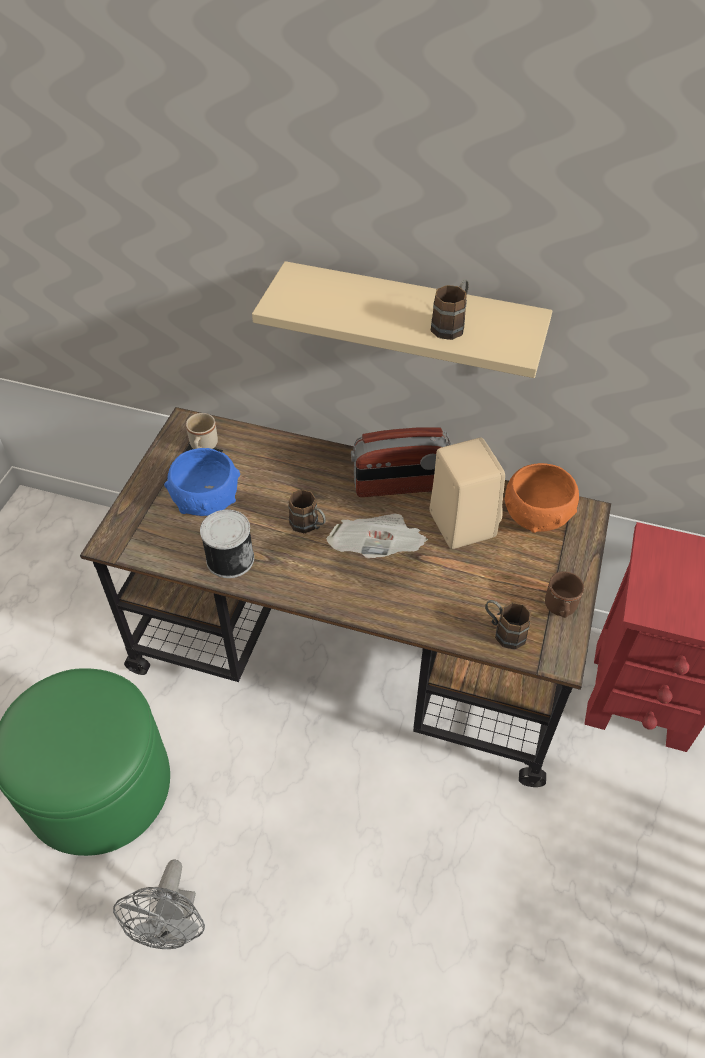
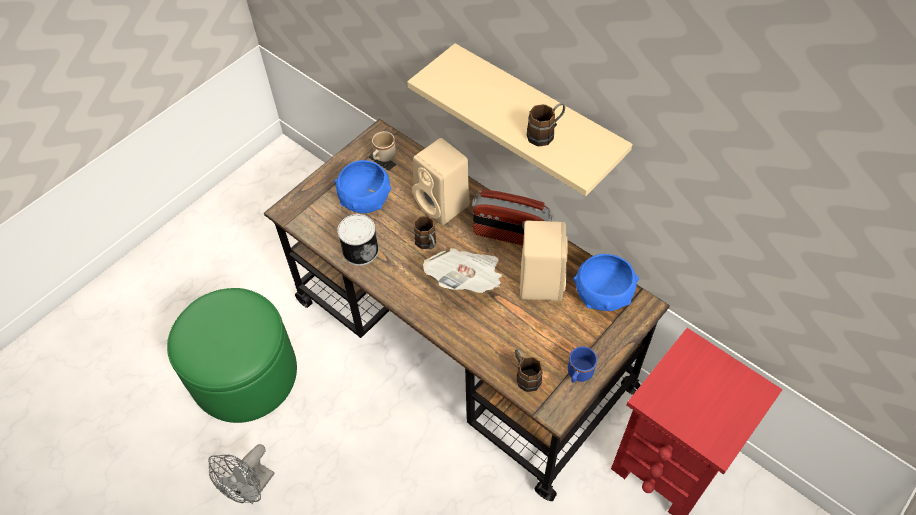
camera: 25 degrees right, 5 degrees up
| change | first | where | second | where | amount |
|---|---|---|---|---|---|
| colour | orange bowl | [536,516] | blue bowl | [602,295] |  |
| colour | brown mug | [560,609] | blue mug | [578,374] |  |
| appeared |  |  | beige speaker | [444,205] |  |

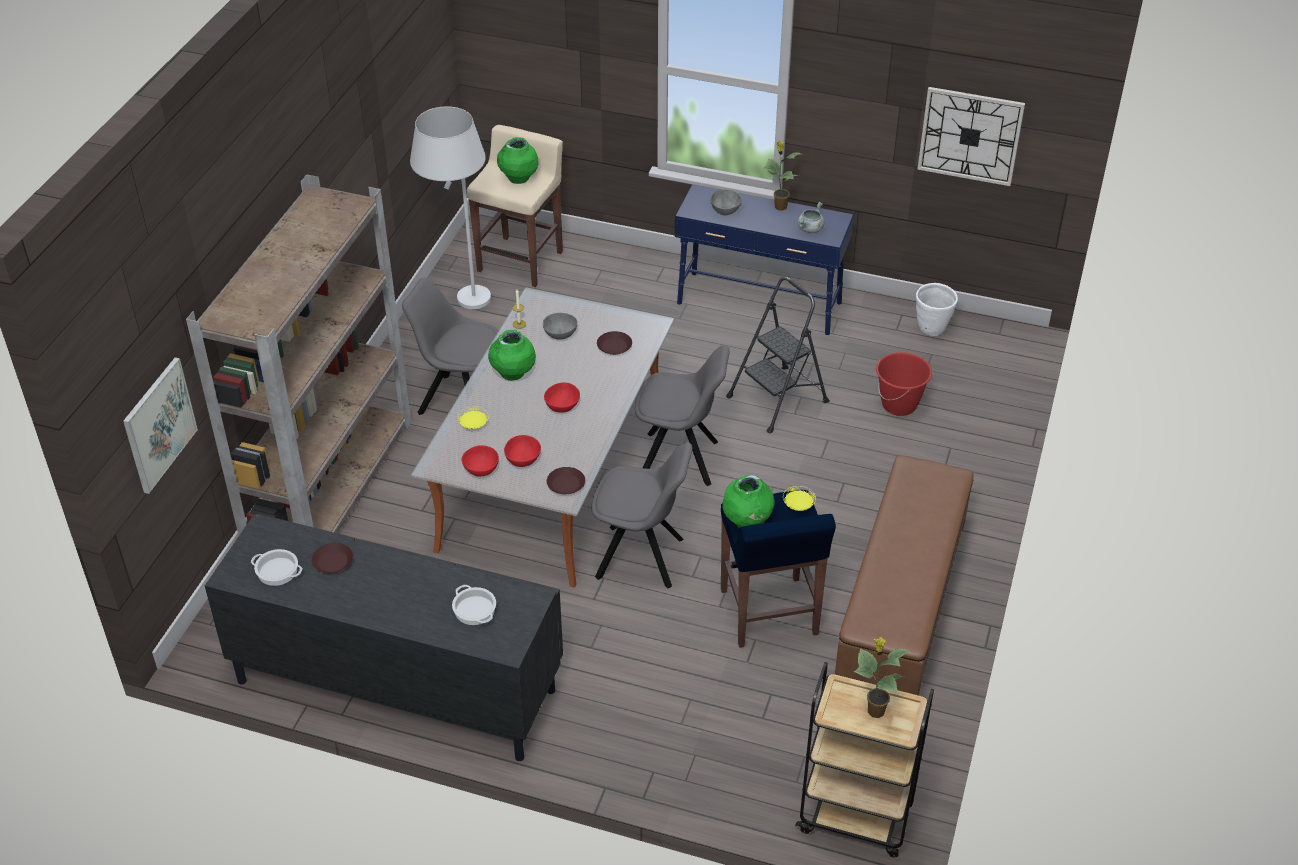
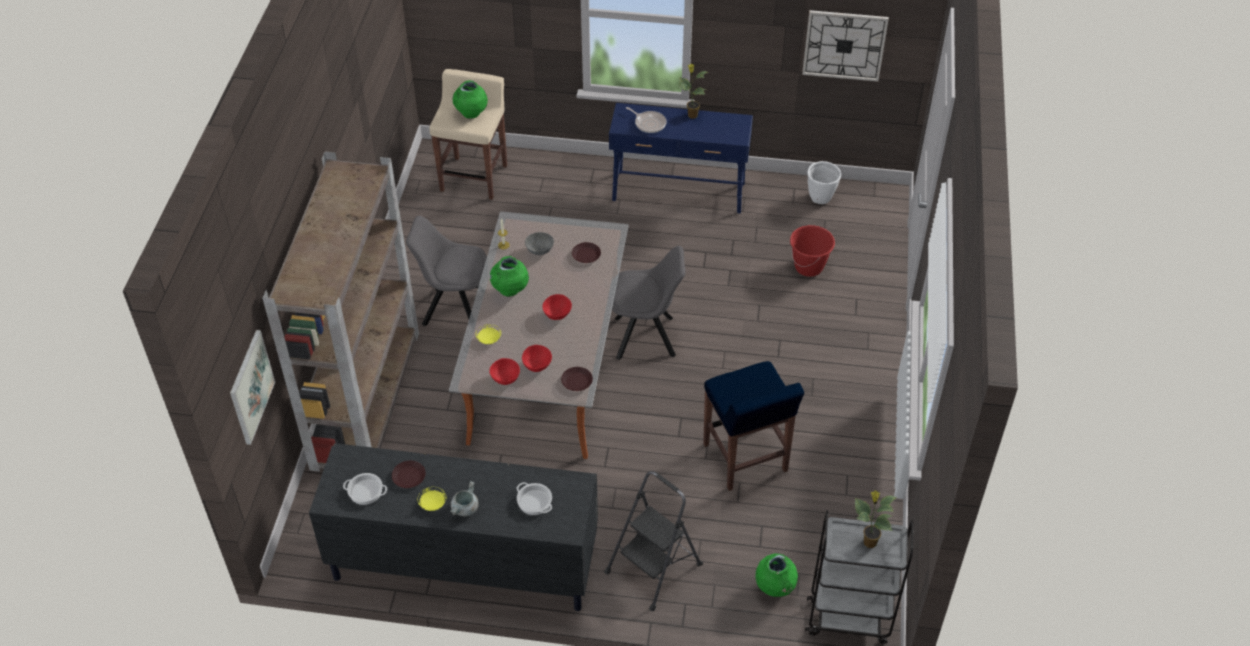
camera: 10 degrees left, 5 degrees up
| change | first | where | second | where | amount |
|---|---|---|---|---|---|
| missing | white floor lamp | [462,308] |  |  |  |
| exchanged | grey bowl | [725,210] | frying pan | [649,123] |  |
| relocated | grey cooking pot | [810,229] |  | [465,509] |  |
| relocated | black step ladder | [780,397] |  | [655,565] |  |
| missing | grey chair | [641,558] |  |  |  |
| missing | brown bench | [902,601] |  |  |  |
| relocated | green vase | [747,523] |  | [775,588] |  |
| relocated | yellow plate | [798,505] |  | [433,504] |  |
| colour | brown cart | [852,825] | grey cart | [847,623] |  |

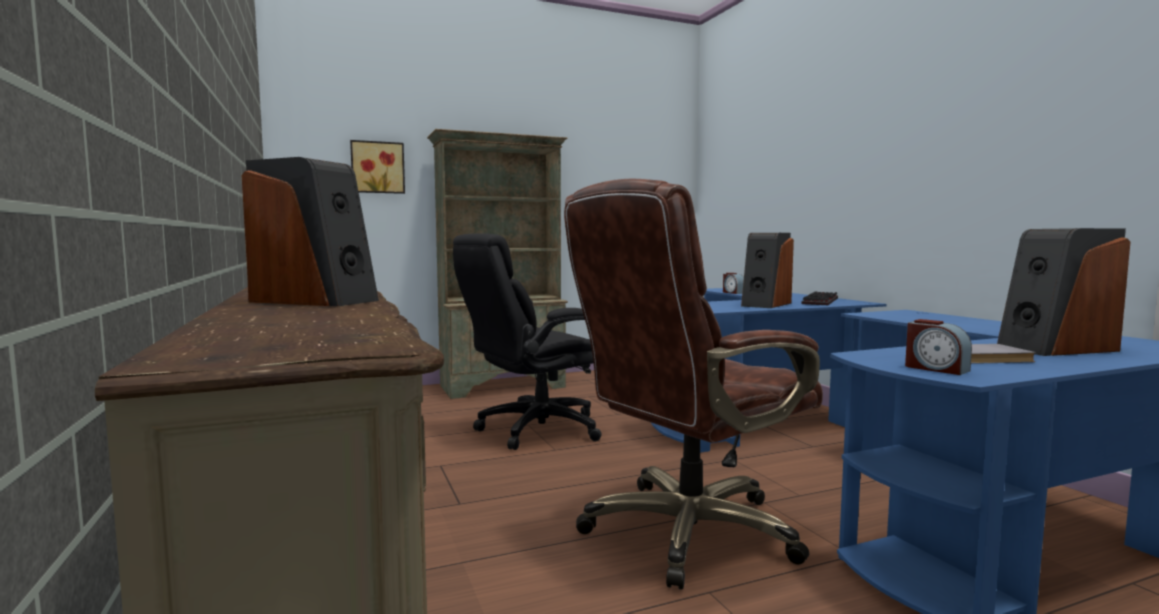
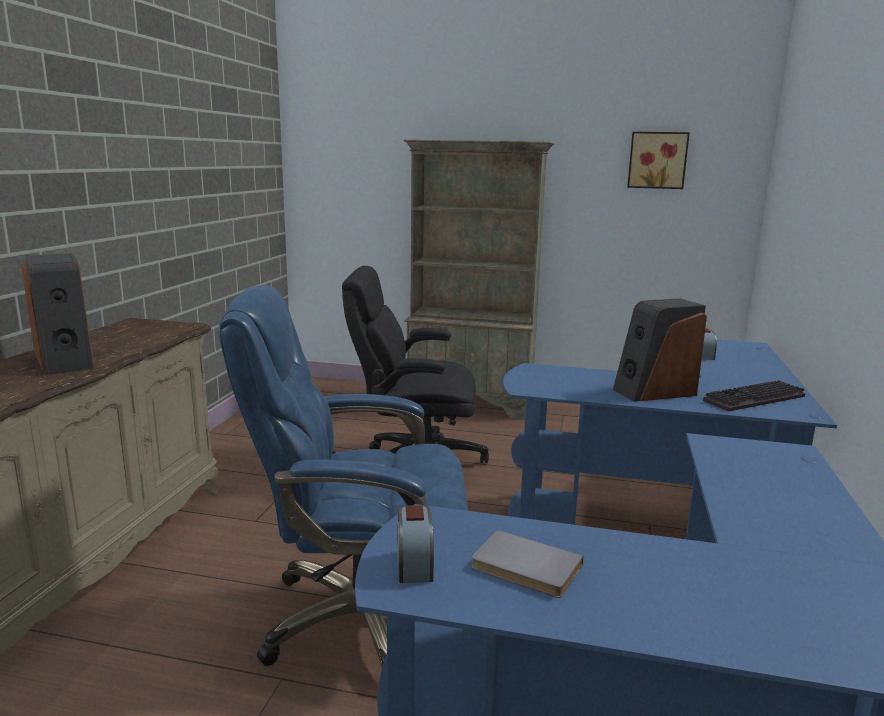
camera: 35 degrees right, 10 degrees up
| change | first | where | second | where | amount |
|---|---|---|---|---|---|
| relocated | picture | [377,167] |  | [657,160] |  |
| colour | brown office chair | [689,530] | blue office chair | [363,618] |  |
| missing | speaker | [1055,349] |  |  |  |

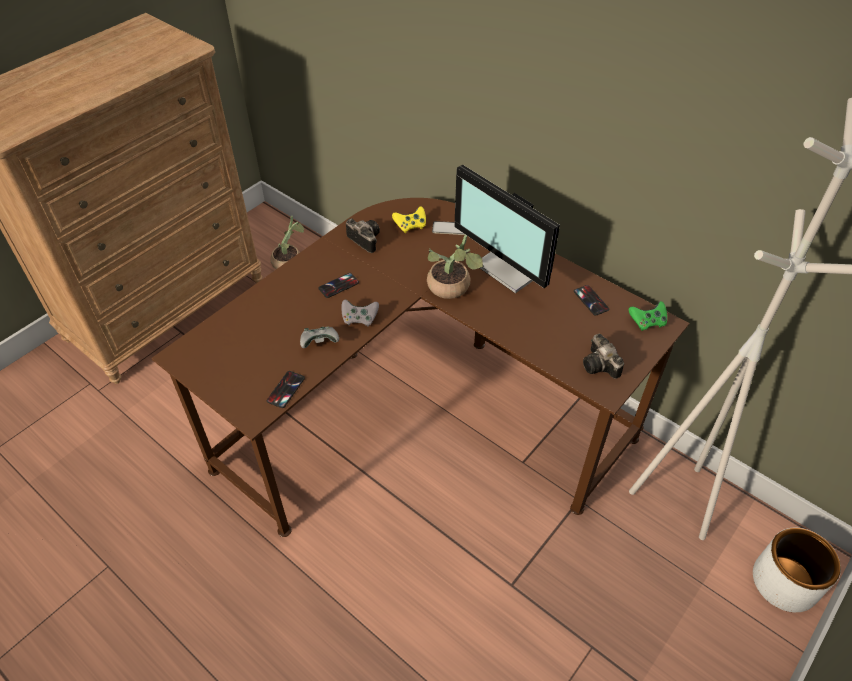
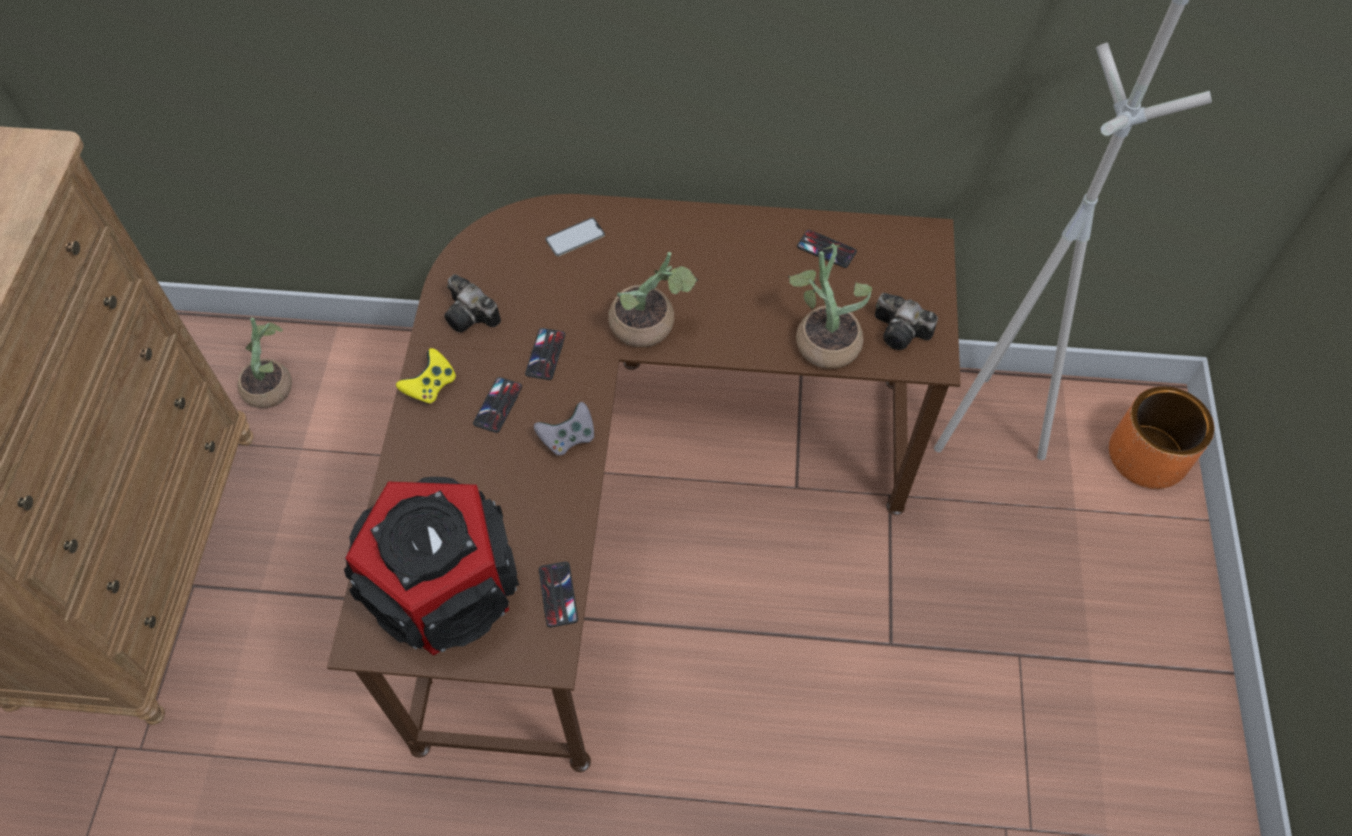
camera: 35 degrees left, 10 degrees up
| change | first | where | second | where | amount |
|---|---|---|---|---|---|
| missing | monitor | [512,268] |  |  |  |
| relocated | yellow game controller | [410,226] |  | [431,386] |  |
| spun | photo camera | [364,239] |  | [472,316] | 150 degrees counterclockwise |
| missing | green game controller | [647,322] |  |  |  |
| missing | grey game controller | [320,343] |  |  |  |
| colour | white planter | [783,582] | orange planter | [1146,456] |  |
| appeared |  |  | potted plant | [823,339] |  |
| appeared |  |  | phone | [545,354] |  |
| appeared |  |  | speaker | [445,586] |  |

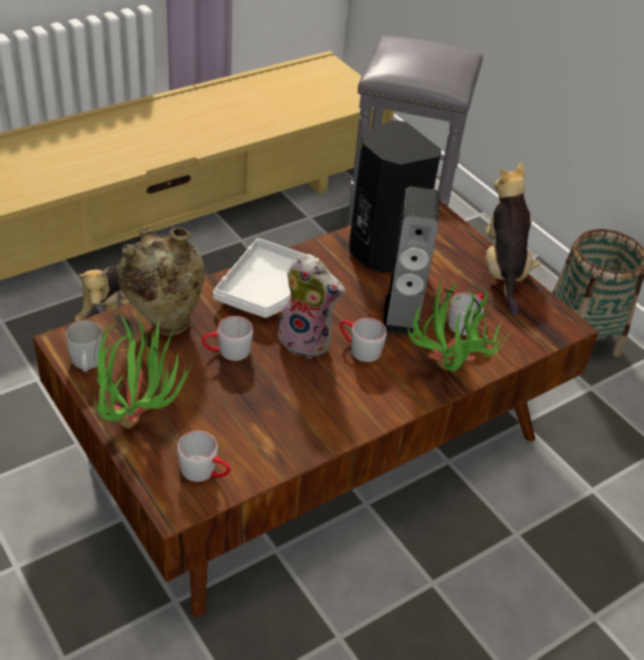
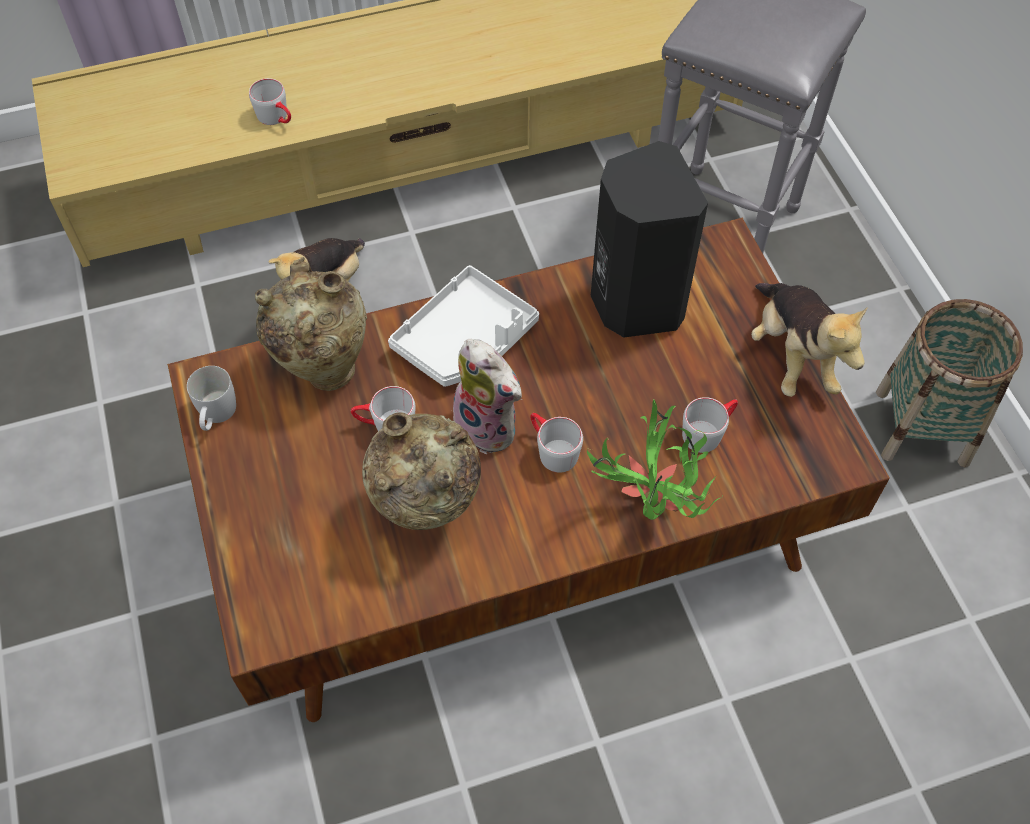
camera: 20 degrees right, 15 degrees up
| change | first | where | second | where | amount |
|---|---|---|---|---|---|
| spun | plush toy | [503,270] |  | [792,356] | 150 degrees clockwise |
| missing | speaker | [402,315] |  |  |  |
| missing | potted plant | [140,416] |  |  |  |
| relocated | grey mug | [205,472] |  | [277,118] |  |
| appeared |  |  | beige vase | [428,513] |  |

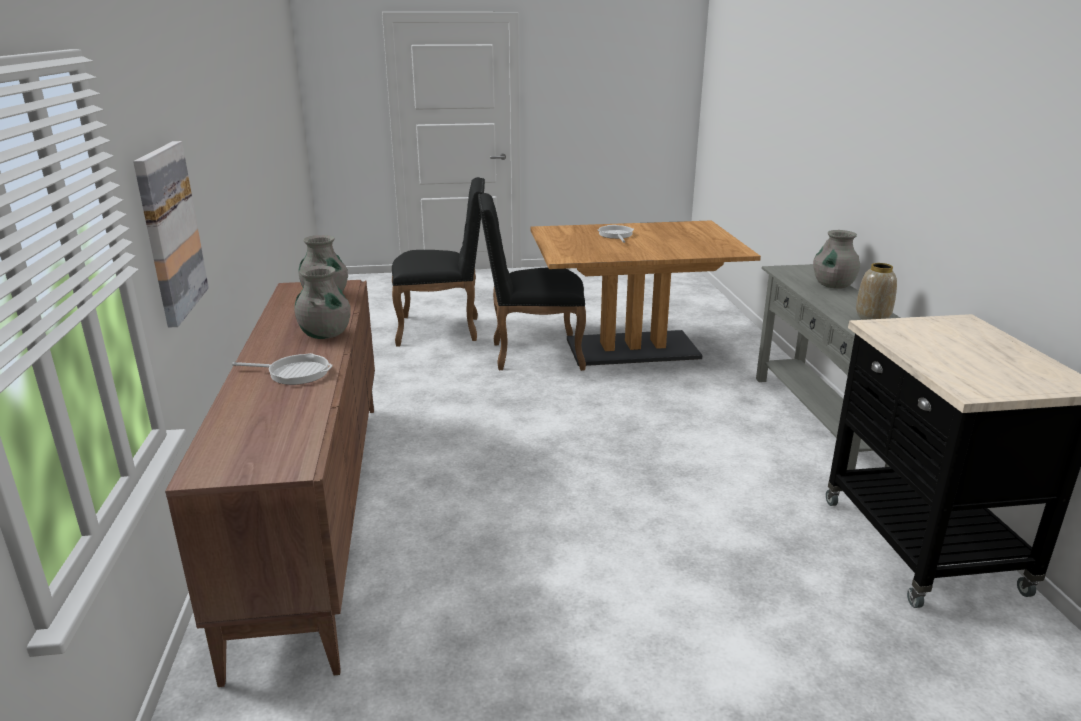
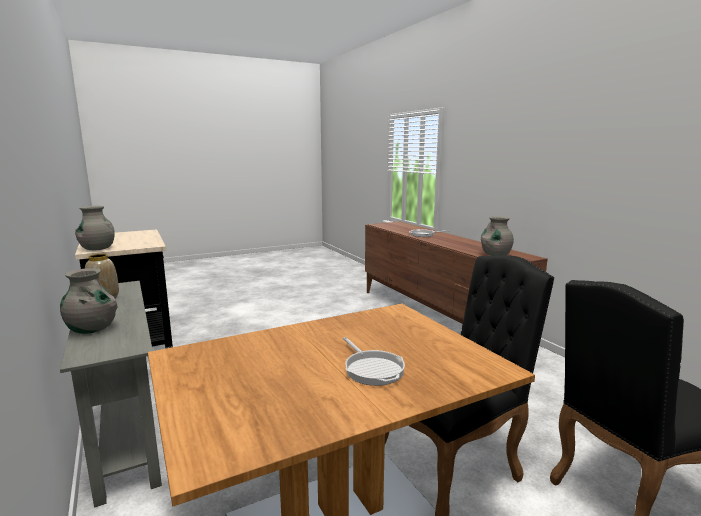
camera: 160 degrees right, 10 degrees down
| change | first | where | second | where | amount |
|---|---|---|---|---|---|
| missing | picture | [170,231] |  |  |  |
| relocated | grey vase | [325,334] |  | [97,249] |  |

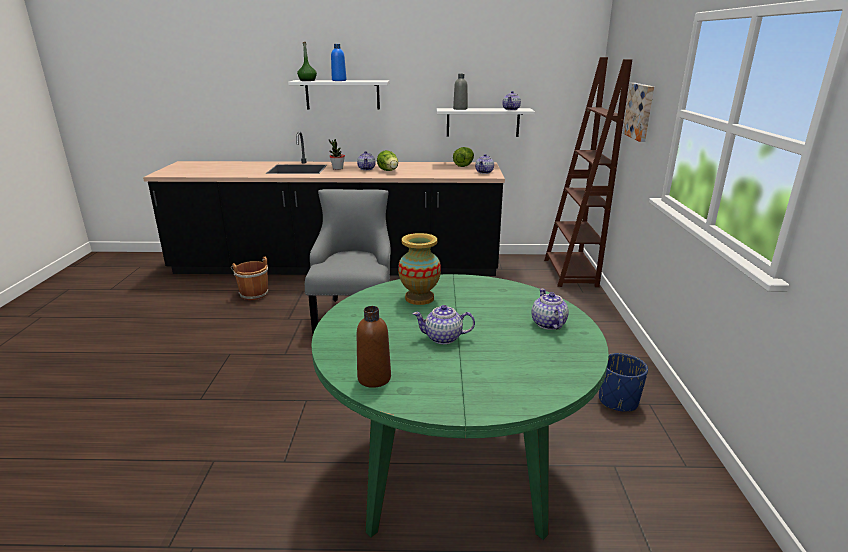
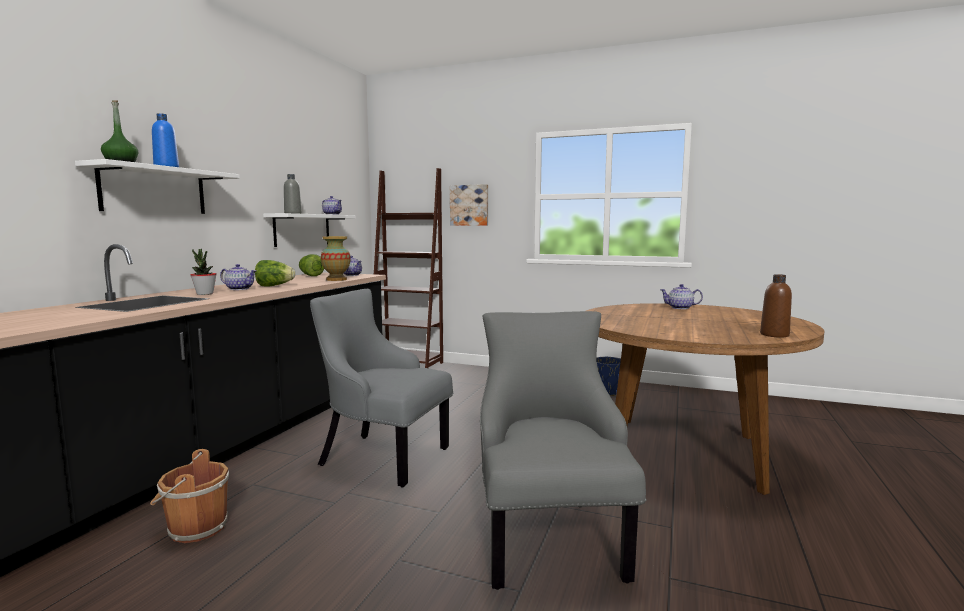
camera: 70 degrees left, 15 degrees down
| change | first | where | second | where | amount |
|---|---|---|---|---|---|
| relocated | vase | [419,298] |  | [336,279] |  |
| colour | green dining table | [453,470] | brown dining table | [684,451] |  |
| missing | teapot | [443,338] |  |  |  |
| appeared |  |  | grey chair | [550,543] |  |

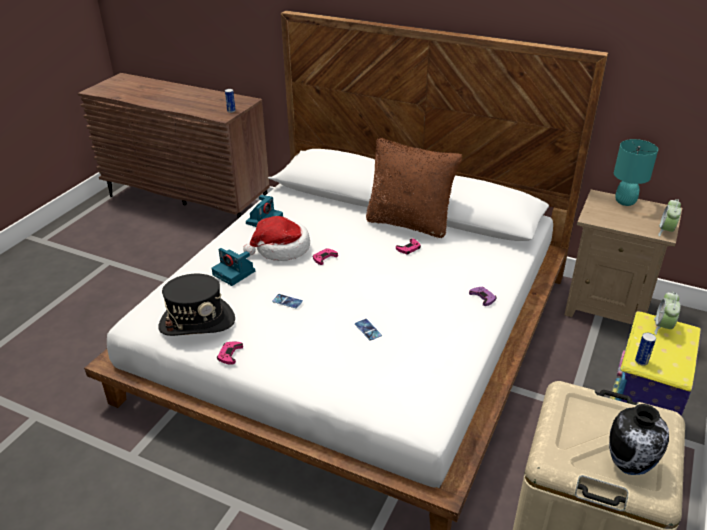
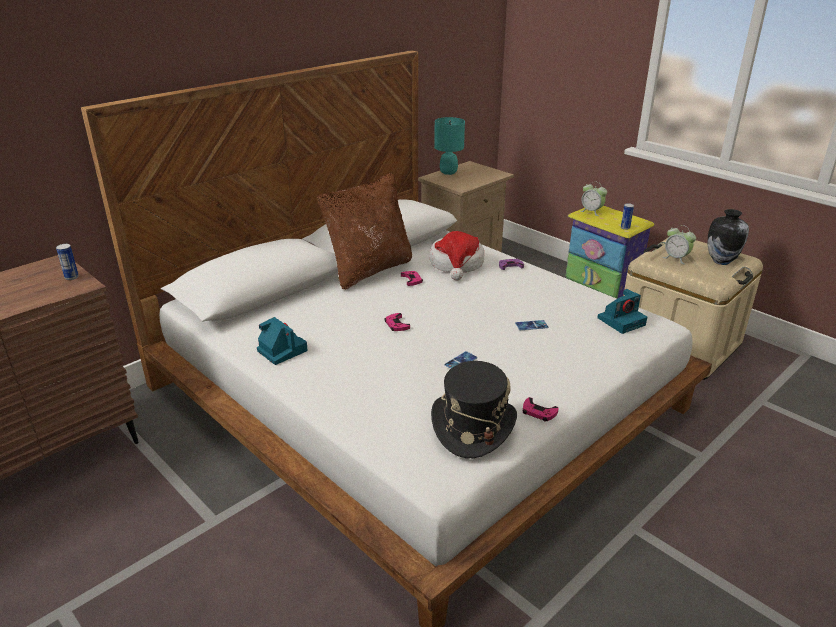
camera: 70 degrees left, 5 degrees down
| change | first | where | second | where | amount |
|---|---|---|---|---|---|
| relocated | alarm clock | [666,231] |  | [676,258] |  |
| relocated | hat | [281,249] |  | [457,264] |  |
| relocated | photo camera | [235,273] |  | [621,321] |  |

